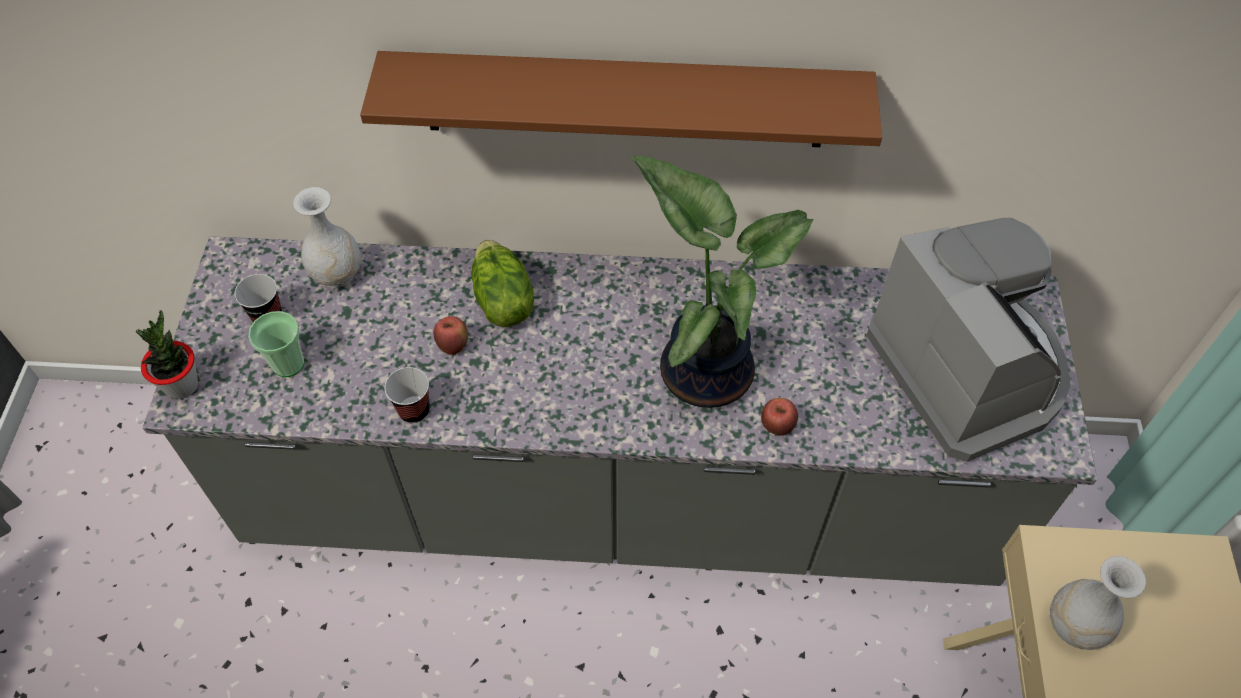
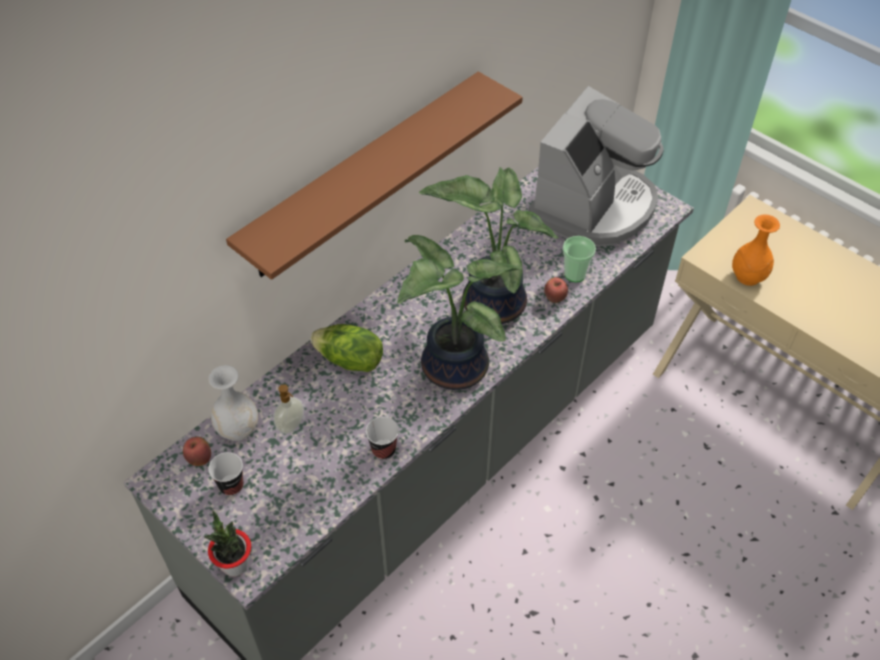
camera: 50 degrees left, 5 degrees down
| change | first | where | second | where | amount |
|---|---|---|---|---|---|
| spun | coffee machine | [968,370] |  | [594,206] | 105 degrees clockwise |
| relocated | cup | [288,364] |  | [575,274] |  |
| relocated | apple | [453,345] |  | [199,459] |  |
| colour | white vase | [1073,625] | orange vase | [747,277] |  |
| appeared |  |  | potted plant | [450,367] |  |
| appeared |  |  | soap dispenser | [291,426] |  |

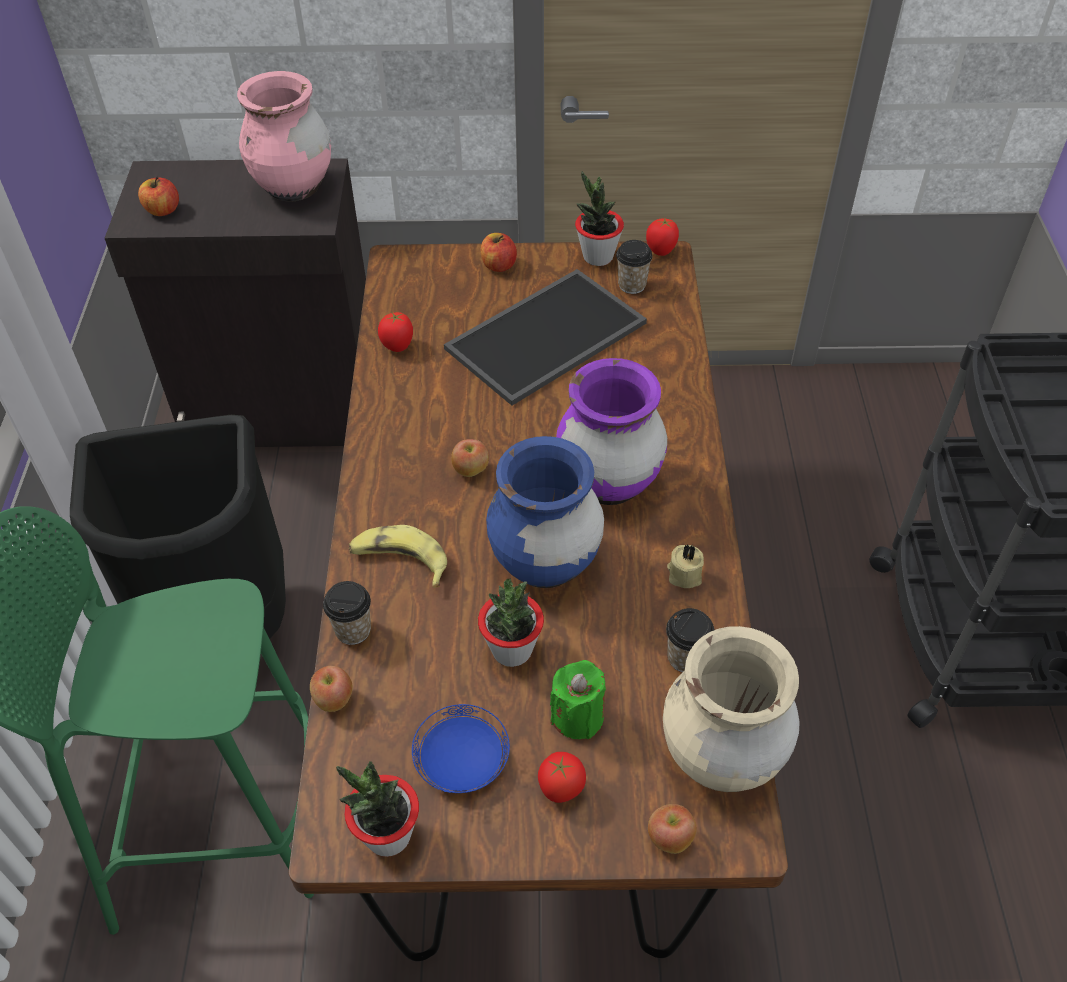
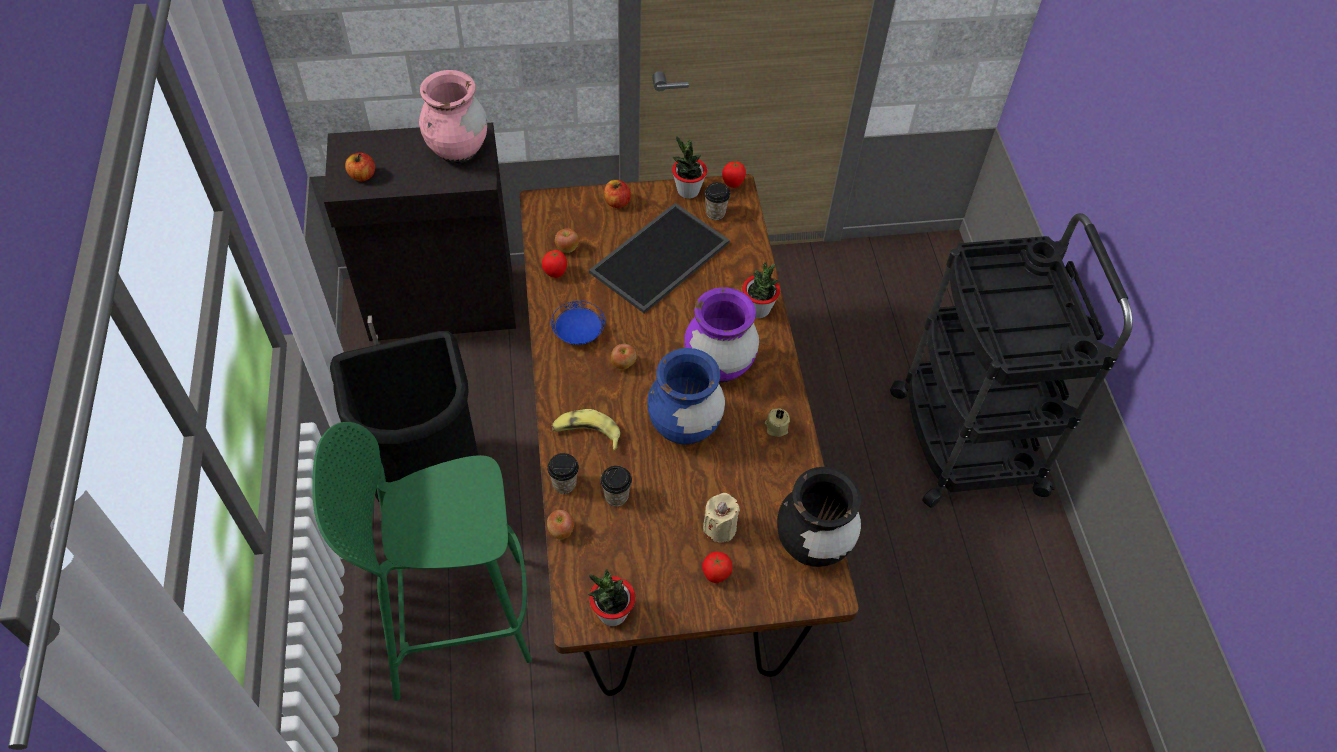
camera: 10 degrees left, 5 degrees up
| change | first | where | second | where | amount |
|---|---|---|---|---|---|
| relocated | potted plant | [512,650] |  | [758,309] |  |
| relocated | cup | [685,658] |  | [616,496] |  |
| colour | beige vase | [721,757] | black vase | [812,545] |  |
| colour | green candle | [577,716] | beige candle | [719,527] |  |
| relocated | blue plate | [462,762] |  | [578,332] |  |
| relocated | apple | [669,838] |  | [567,248] |  |

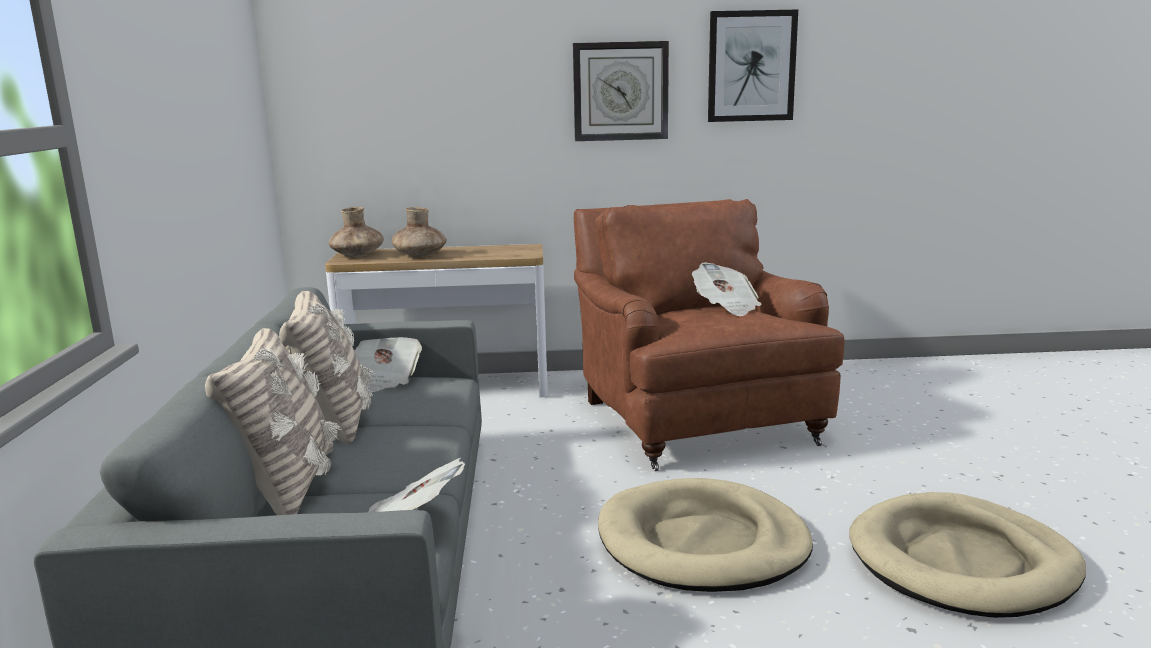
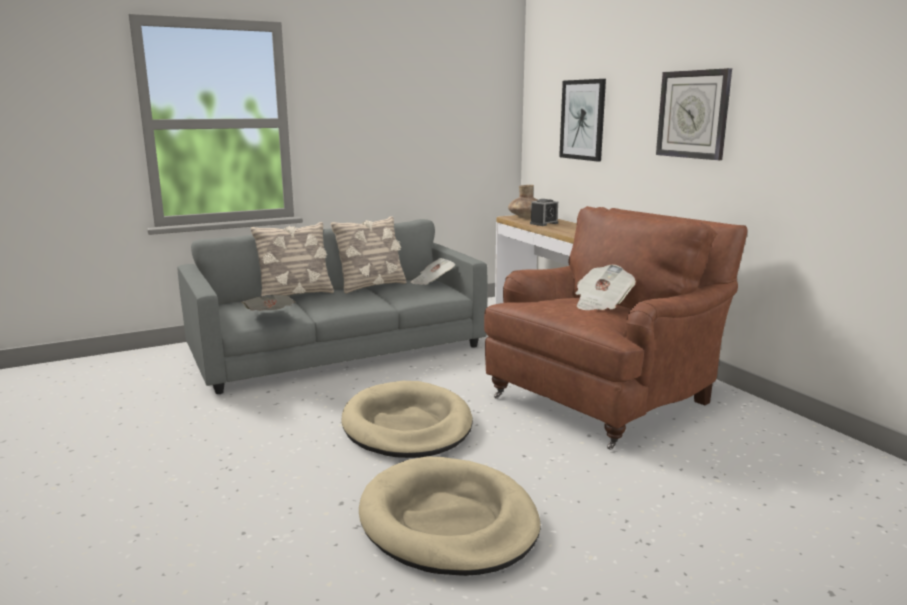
camera: 65 degrees right, 0 degrees up
| change | first | where | second | where | amount |
|---|---|---|---|---|---|
| relocated | picture | [751,66] |  | [582,120] |  |
| exchanged | brown vase | [420,255] | alarm clock | [544,223] |  |

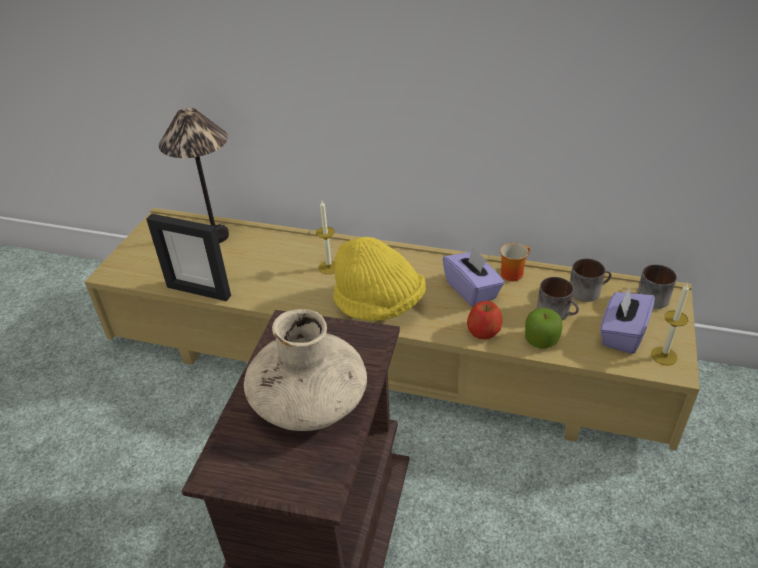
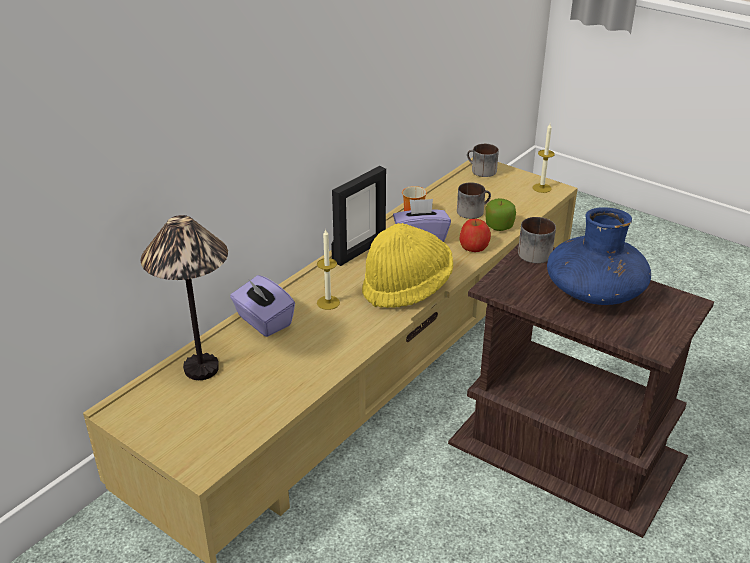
camera: 70 degrees left, 5 degrees down
| change | first | where | second | where | amount |
|---|---|---|---|---|---|
| relocated | picture frame | [199,290] |  | [359,250] |  |
| relocated | mug | [587,290] |  | [533,251] |  |
| relocated | purple tissue box | [622,334] |  | [263,321] |  |
| colour | beige vase | [309,401] | blue vase | [594,292] |  |

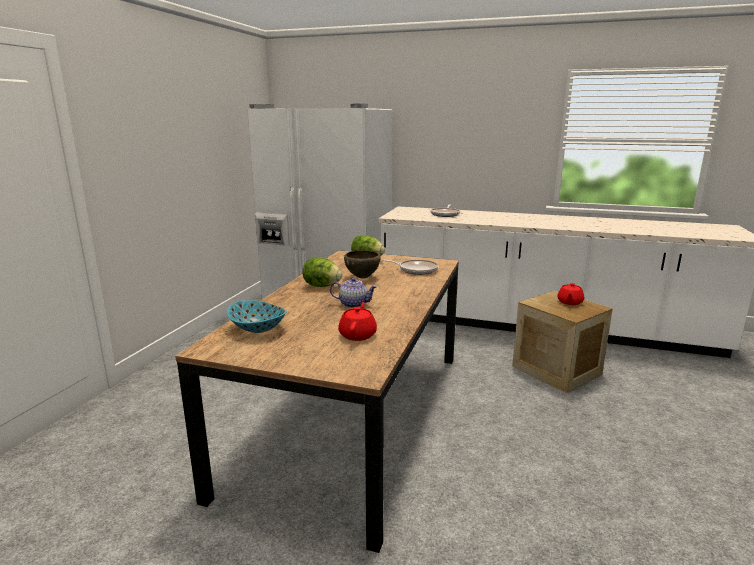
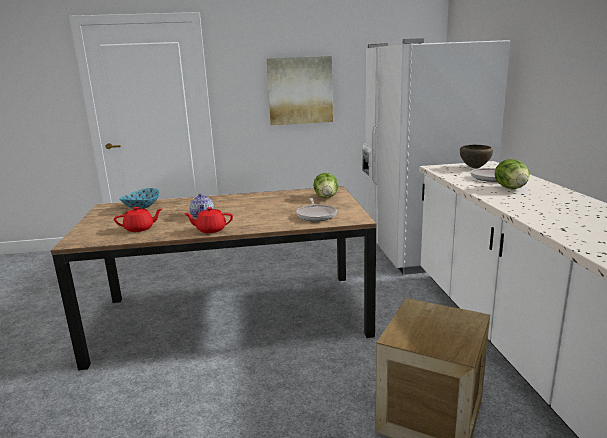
camera: 65 degrees right, 0 degrees up
| change | first | where | second | where | amount |
|---|---|---|---|---|---|
| relocated | brown bowl | [362,277] |  | [475,168] |  |
| relocated | lettuce | [322,286] |  | [511,188] |  |
| relocated | red teapot | [569,302] |  | [210,230] |  |
| appeared |  |  | picture | [300,90] |  |

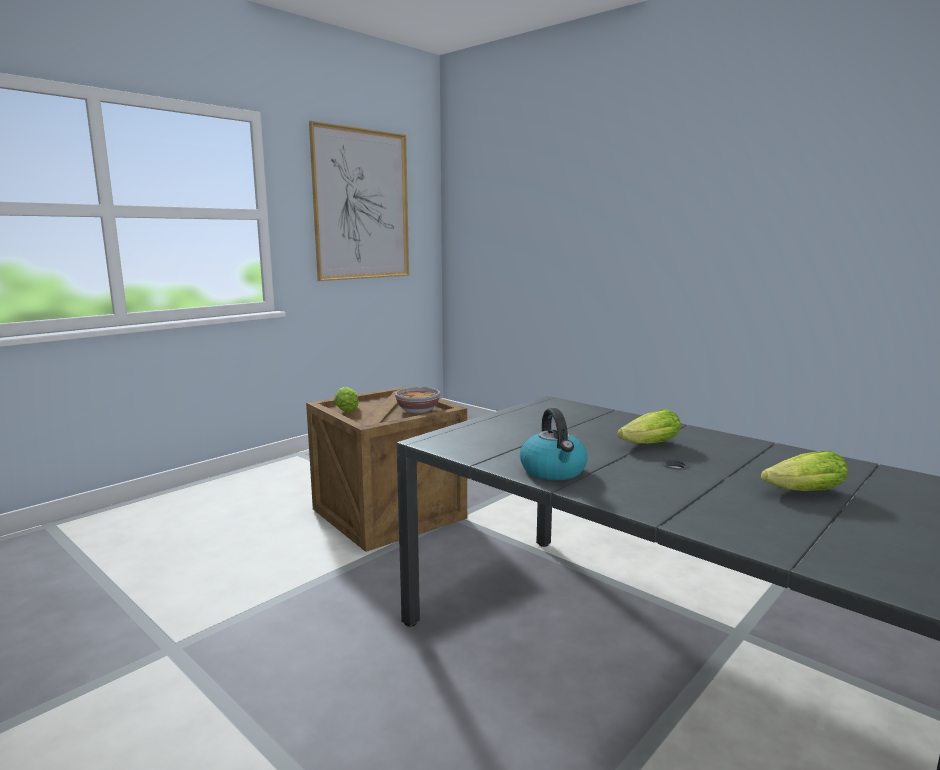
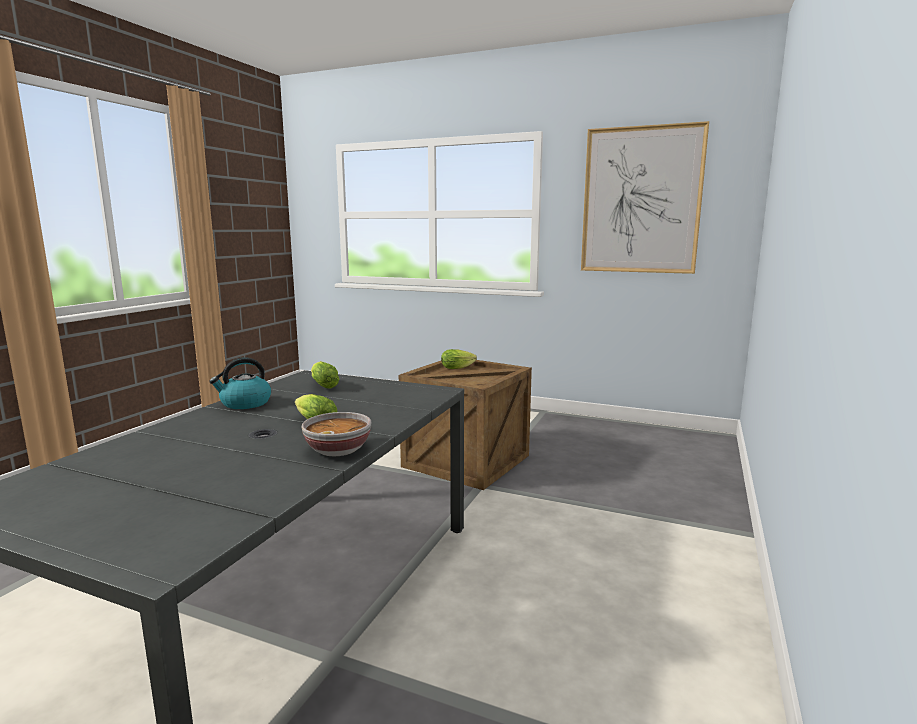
camera: 70 degrees right, 0 degrees up
| change | first | where | second | where | amount |
|---|---|---|---|---|---|
| relocated | bowl | [417,410] |  | [338,450] |  |
| relocated | lettuce | [799,492] |  | [323,385] |  |

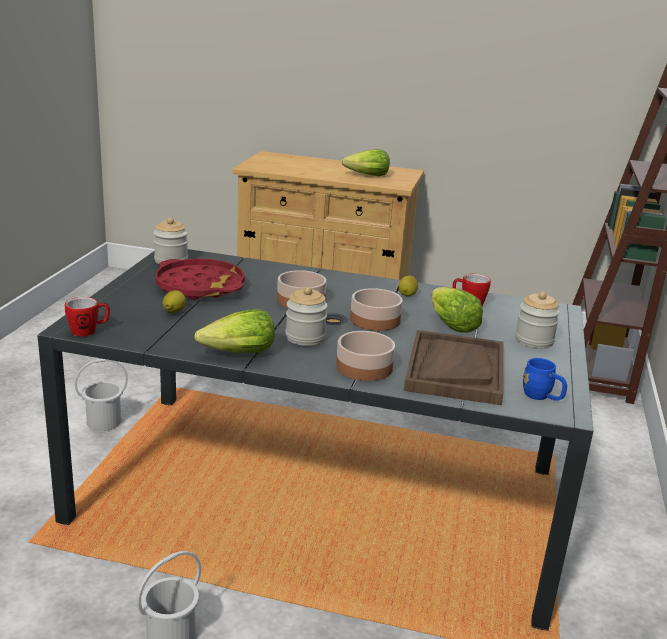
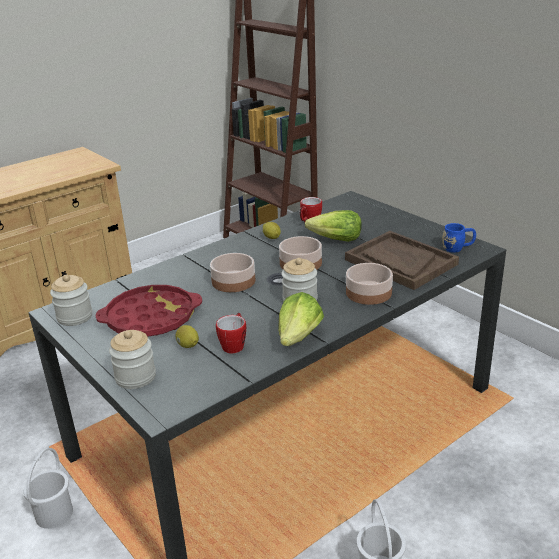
camera: 50 degrees left, 5 degrees up
| change | first | where | second | where | amount |
|---|---|---|---|---|---|
| missing | lettuce | [367,176] |  |  |  |
| relocated | jar | [534,340] |  | [135,377] |  |
| relocated | mug | [89,331] |  | [234,344] |  |

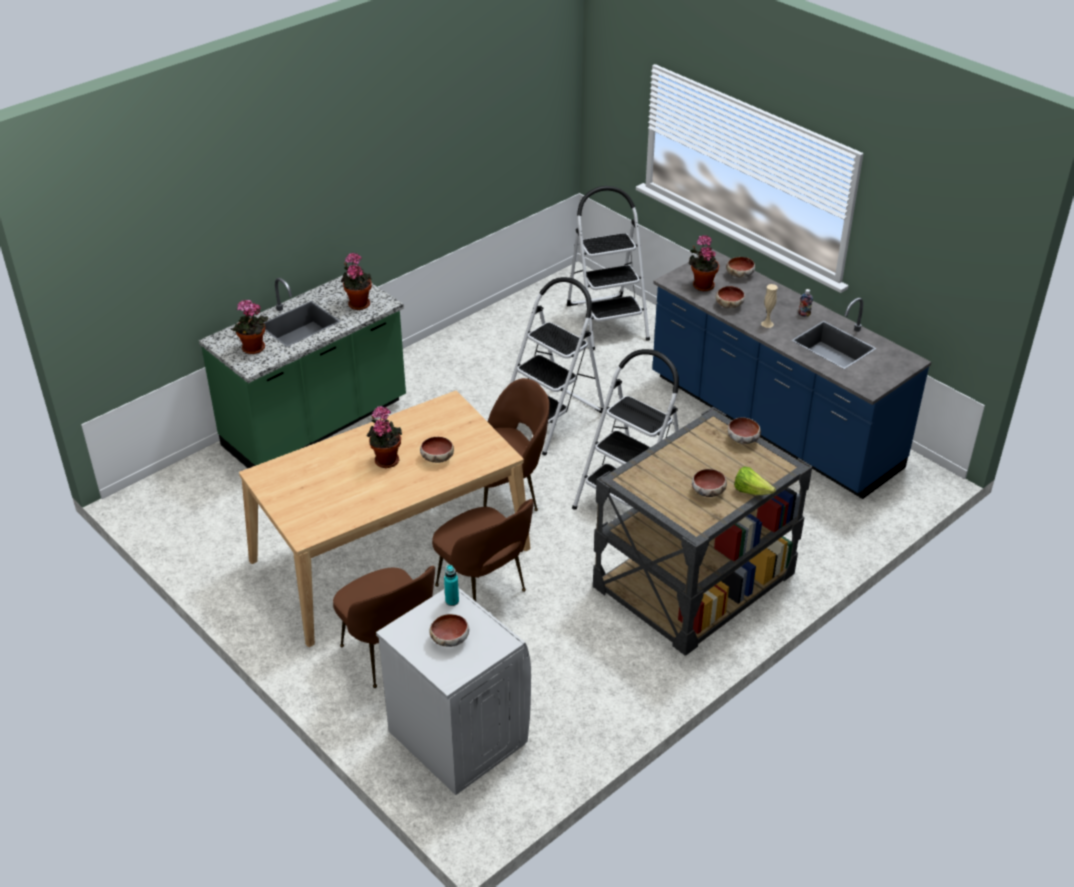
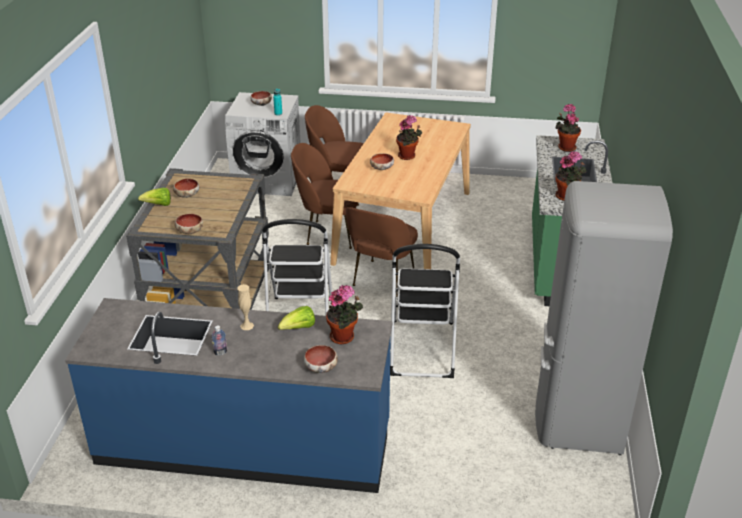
camera: 140 degrees right, 5 degrees down
| change | first | where | second | where | amount |
|---|---|---|---|---|---|
| missing | step ladder | [607,321] |  |  |  |
| exchanged | bowl | [729,305] | lettuce | [298,328] |  |
| appeared |  |  | grey fridge | [576,422] |  |

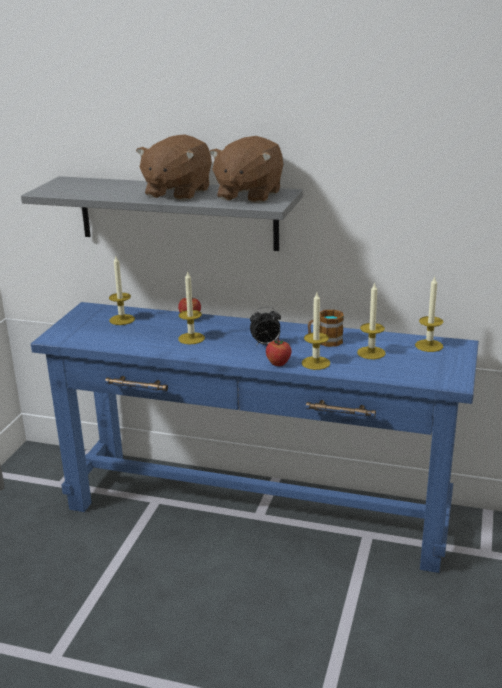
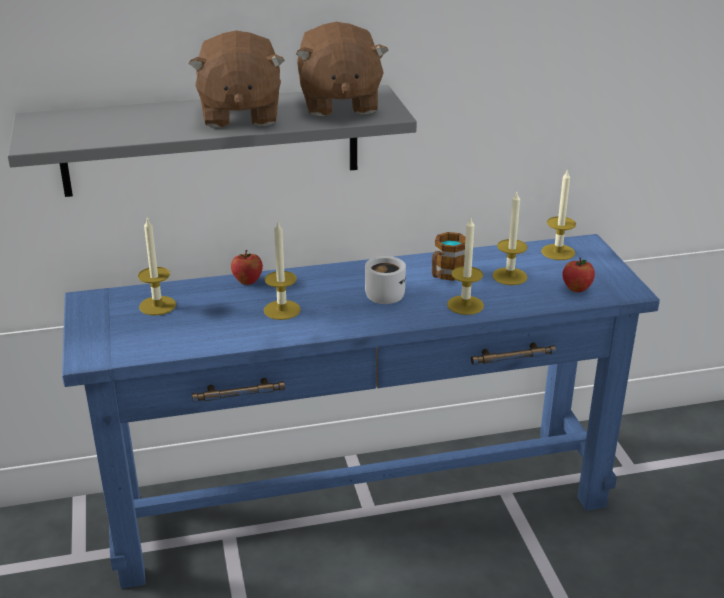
camera: 30 degrees left, 5 degrees up
| change | first | where | second | where | amount |
|---|---|---|---|---|---|
| exchanged | alarm clock | [265,344] | white mug | [382,295] |  |
| relocated | apple | [278,363] |  | [576,289] |  |

